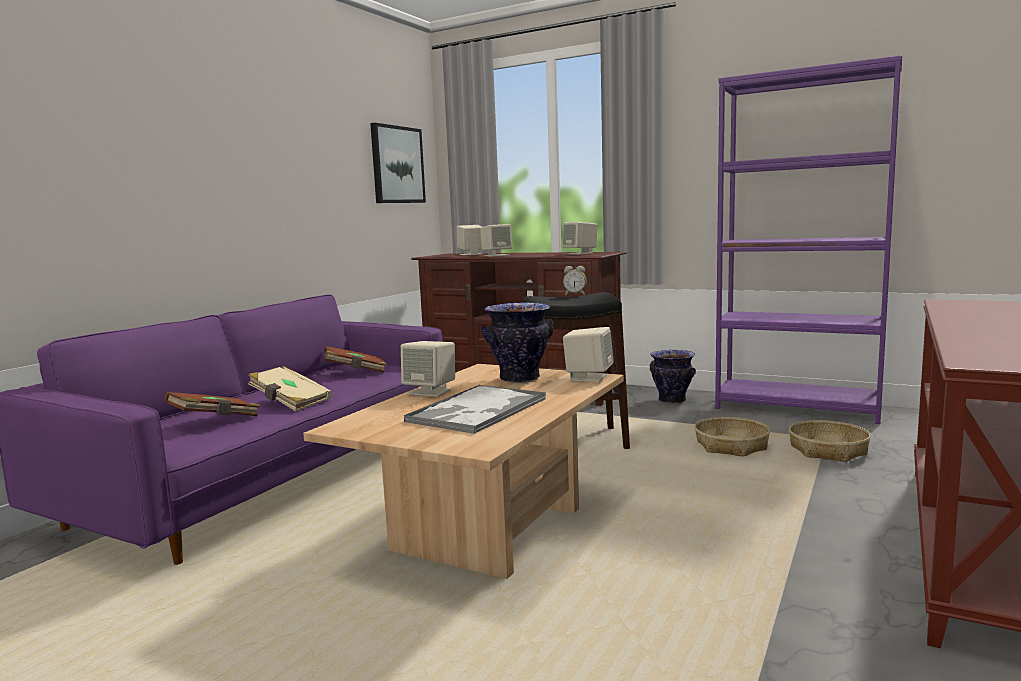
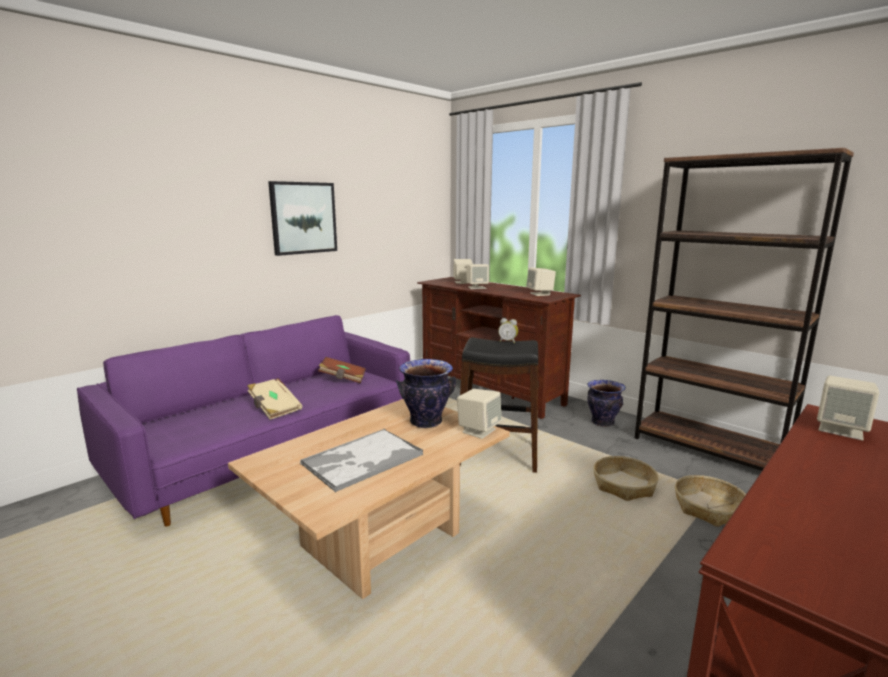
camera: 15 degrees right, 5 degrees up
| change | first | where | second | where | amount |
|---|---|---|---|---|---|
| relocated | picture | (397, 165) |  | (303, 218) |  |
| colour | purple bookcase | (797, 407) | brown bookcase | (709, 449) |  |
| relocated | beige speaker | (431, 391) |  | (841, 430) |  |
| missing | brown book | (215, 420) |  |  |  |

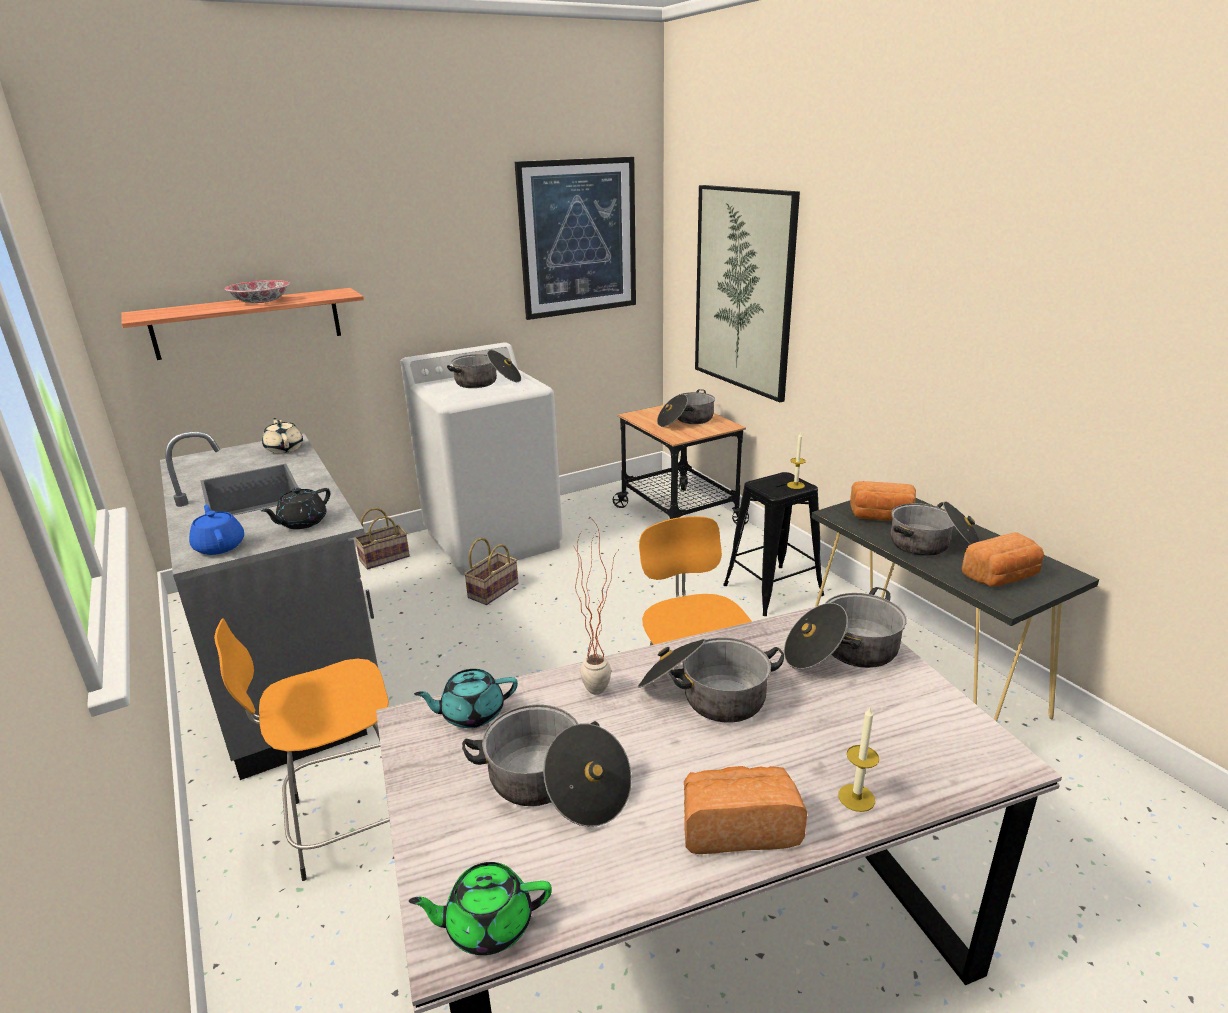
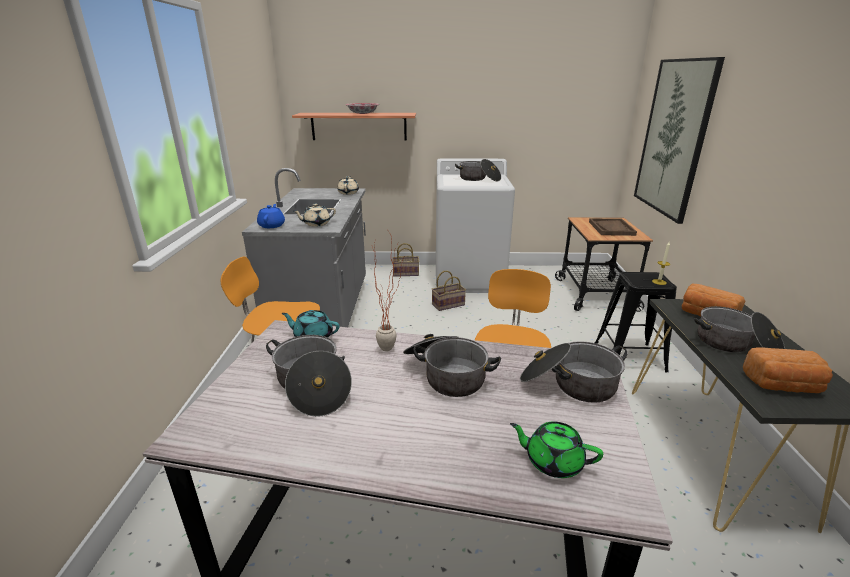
camera: 30 degrees right, 0 degrees up
| change | first | where | second | where | amount |
|---|---|---|---|---|---|
| colour | black teapot | (302, 522) | beige teapot | (316, 224) |  |
| relocated | green teapot | (487, 924) |  | (552, 461) |  |
| exchanged | cooking pot | (686, 420) | brown tray | (611, 228) |  |
| missing | picture | (578, 238) |  |  |  |
| missing | bread | (738, 827) |  |  |  |
| missing | candle | (856, 797) |  |  |  |

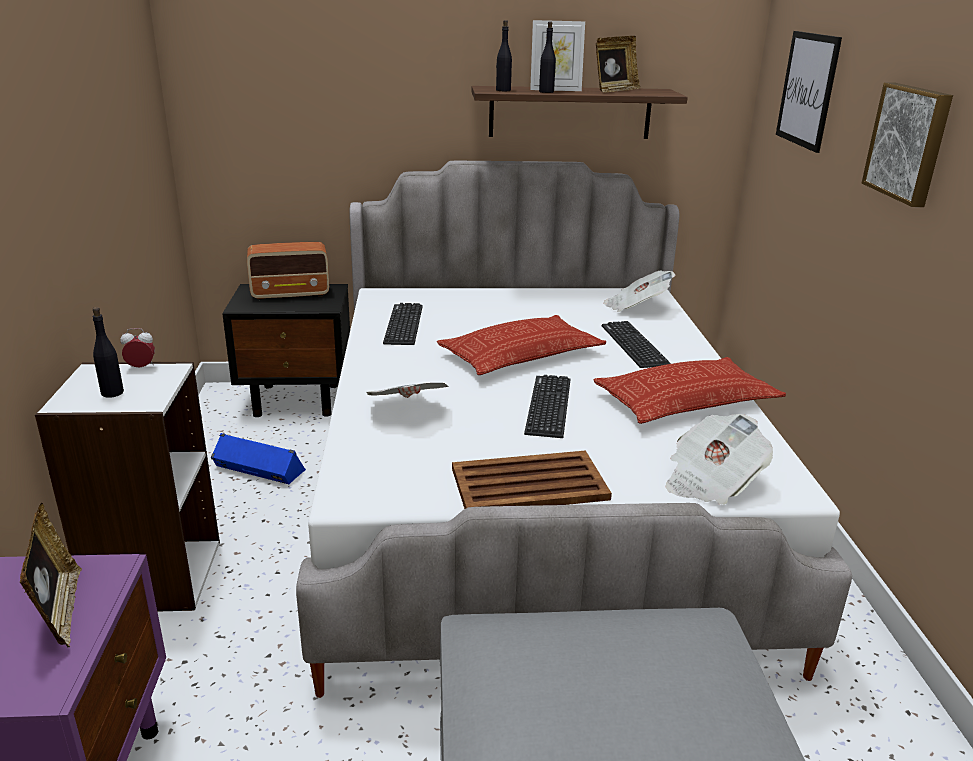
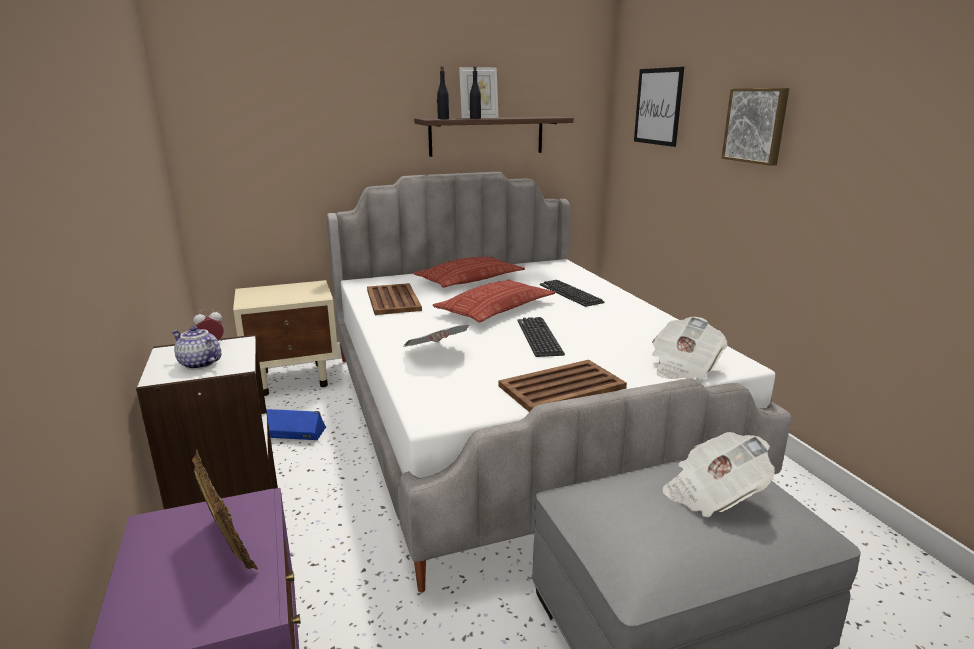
camera: 15 degrees left, 5 degrees down
| change | first | where | second | where | amount |
|---|---|---|---|---|---|
| exchanged | black bottle | (112, 393) | teapot | (198, 364) |  |
| colour | black nightstand | (298, 400) | beige nightstand | (295, 378) |  |
| exchanged | keyboard | (403, 325) | brown tray | (393, 300) |  |
| relocated | pillow | (686, 401) |  | (469, 279) |  |
| relocated | newspaper | (636, 307) |  | (712, 494) |  |
| missing | radio | (291, 294) |  |  |  |
| missing | picture frame | (614, 90) |  |  |  |

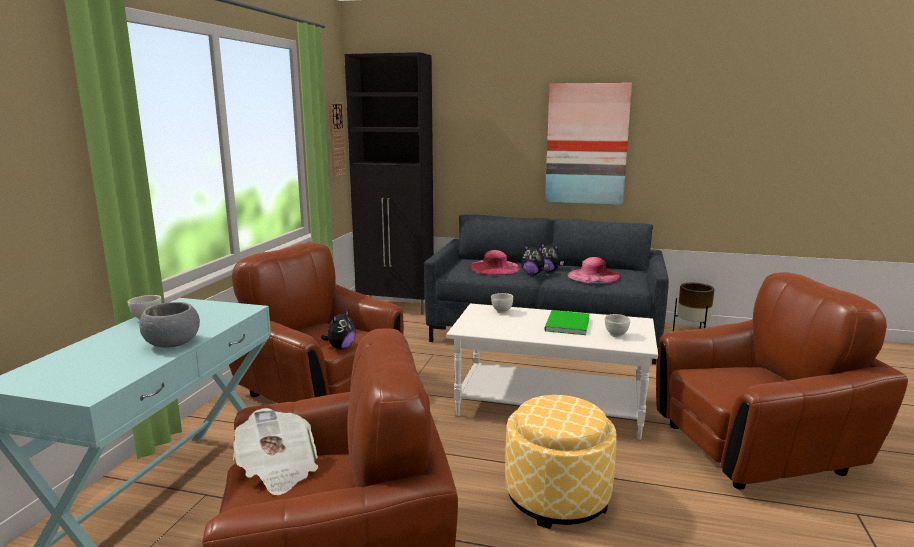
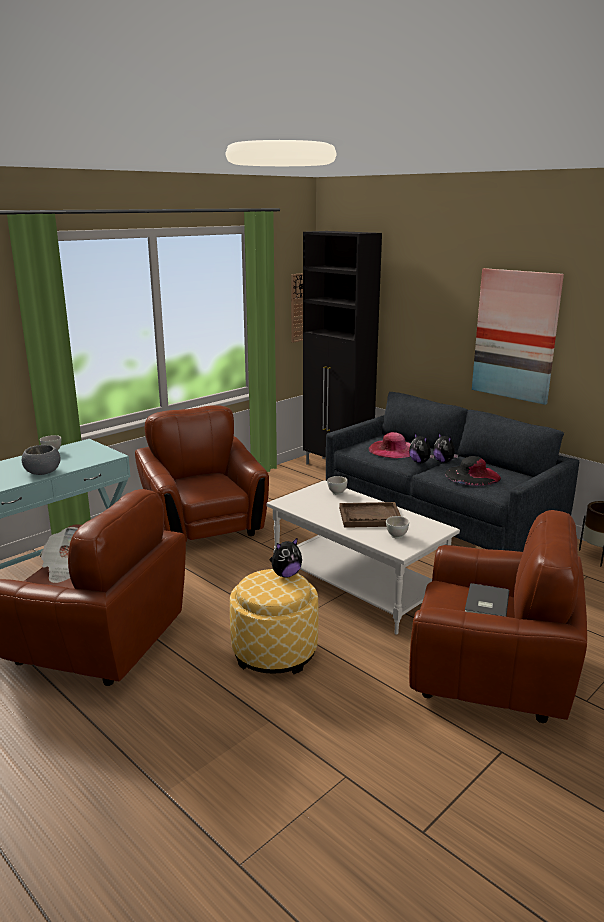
camera: 30 degrees right, 5 degrees up
| change | first | where | second | where | amount |
|---|---|---|---|---|---|
| relocated | plush toy | (340, 347) |  | (286, 574) |  |
| exchanged | green book | (566, 325) | brown tray | (370, 517) |  |
| colour | pink hat | (594, 276) | black hat | (472, 475) |  |
| appeared |  |  | grey book | (485, 604) |  |

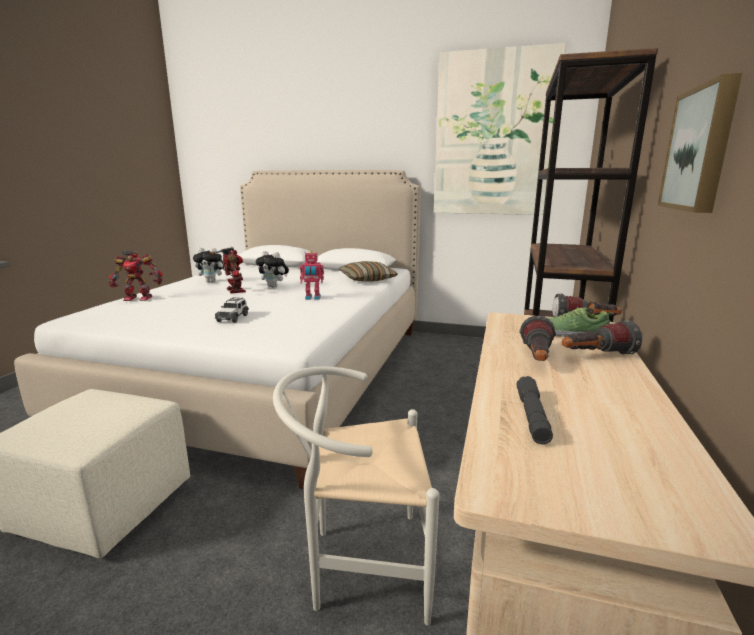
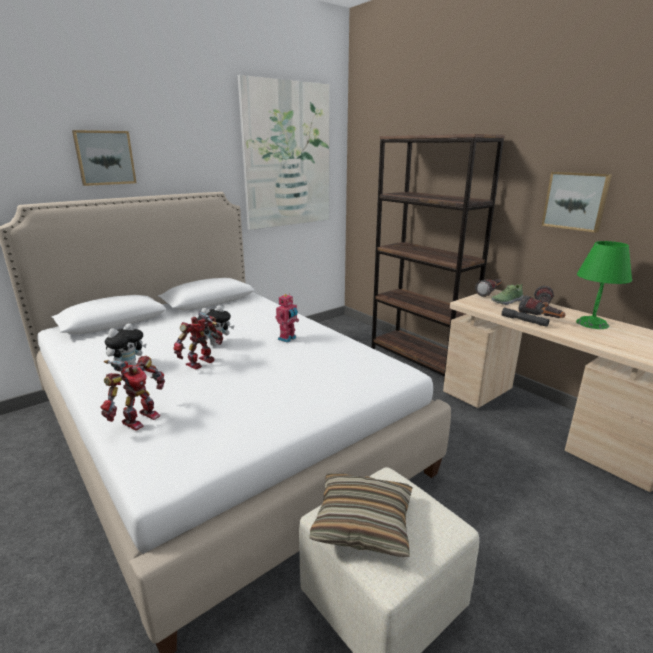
camera: 55 degrees left, 5 degrees up
| change | first | where | second | where | amount |
|---|---|---|---|---|---|
| appeared |  |  | picture | (105, 158) |  |
| spun | toy robot | (234, 291) |  | (202, 363) | 60 degrees counterclockwise |
| relocated | pillow | (367, 279) |  | (363, 523) |  |
| relocated | grey flashlight | (532, 417) |  | (524, 321) |  |
| appeared |  |  | green table lamp | (592, 323) |  |
| missing | toy car | (233, 318) |  |  |  |
| missing | white chair | (359, 565) |  |  |  |

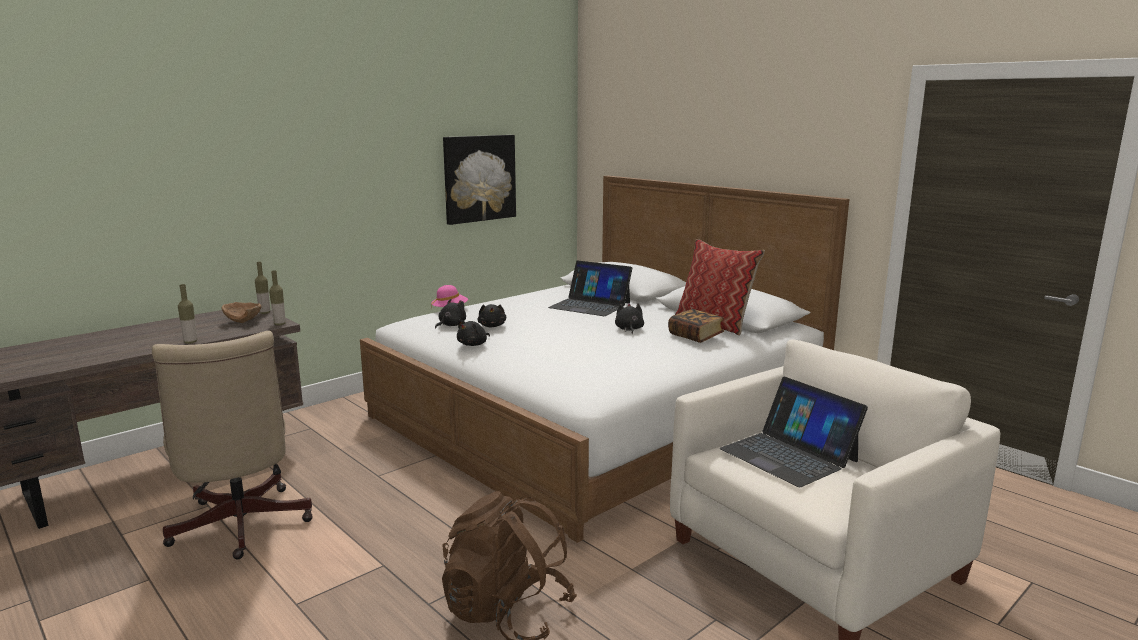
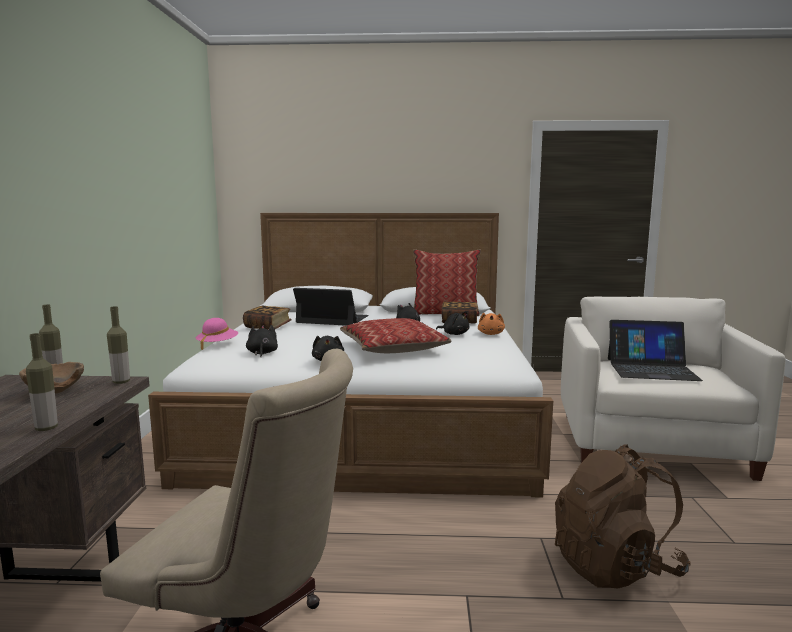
camera: 45 degrees left, 5 degrees down
| change | first | where | second | where | amount |
|---|---|---|---|---|---|
| appeared |  |  | book | (268, 327) |  |
| spun | laptop | (590, 305) |  | (332, 319) | 150 degrees counterclockwise |
| appeared |  |  | pillow | (393, 347) |  |
| relocated | black plush toy | (492, 326) |  | (454, 334) |  |
| appeared |  |  | orange plush toy | (491, 334) |  |
| missing | picture | (479, 178) |  |  |  |

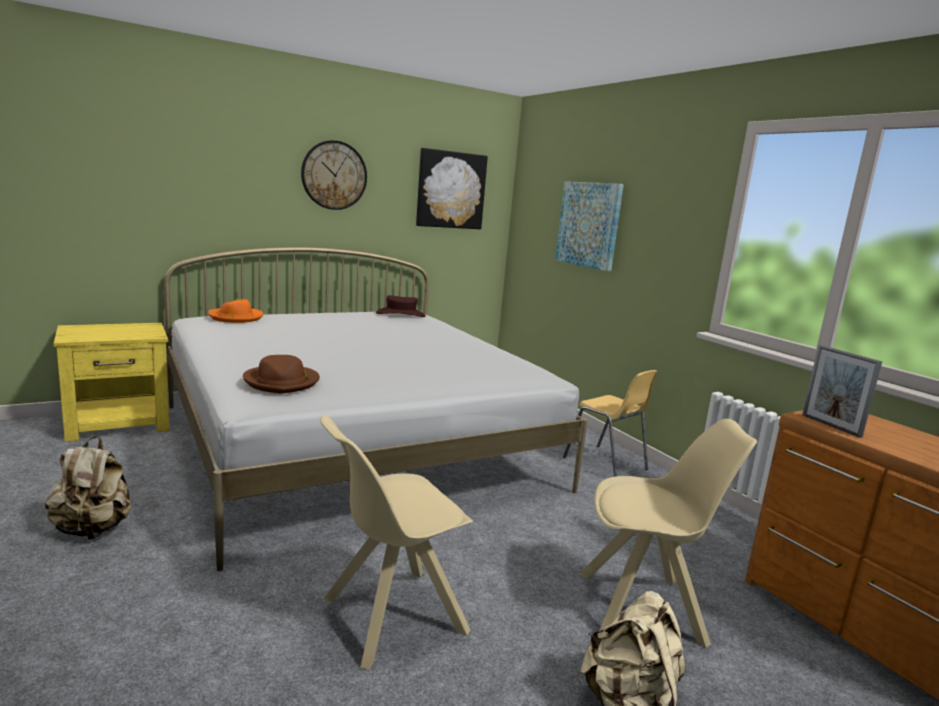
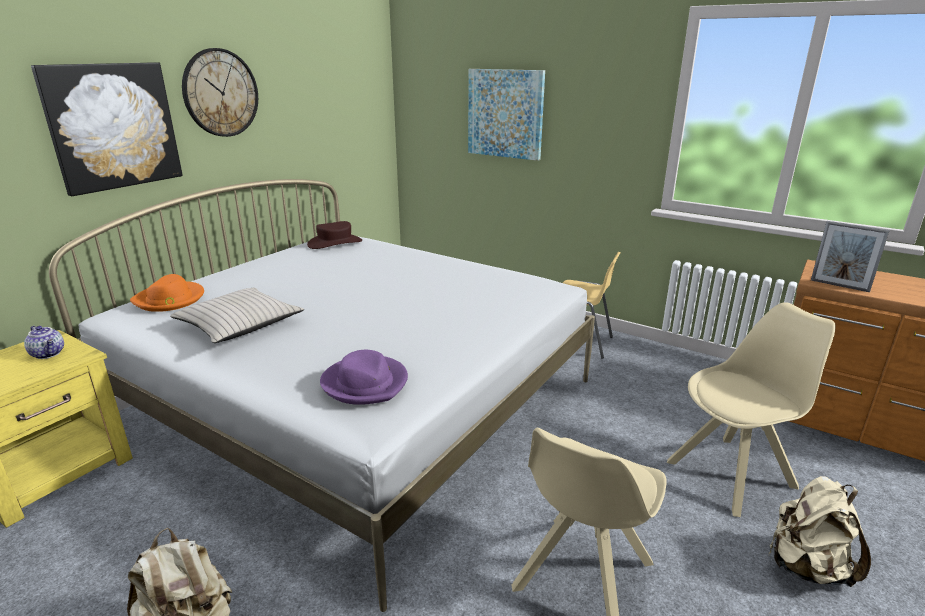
camera: 25 degrees left, 10 degrees up
| change | first | where | second | where | amount |
|---|---|---|---|---|---|
| appeared |  |  | teapot | (49, 354) |  |
| relocated | picture | (451, 190) |  | (113, 126) |  |
| appeared |  |  | beige pillow | (239, 325) |  |
| colour | brown hat | (282, 382) | purple hat | (365, 383) |  |

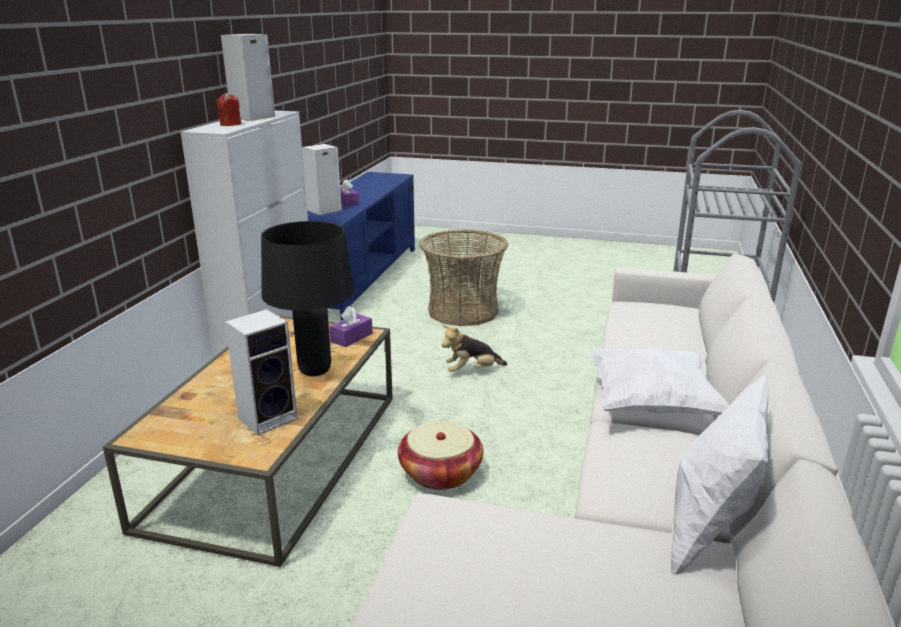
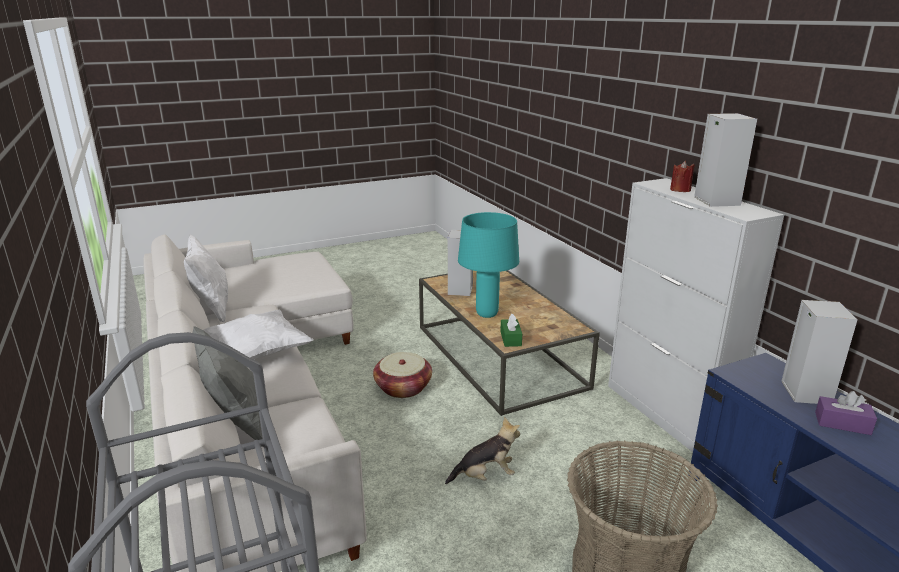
camera: 140 degrees right, 0 degrees up
| change | first | where | second | where | amount |
|---|---|---|---|---|---|
| appeared |  |  | grey pillow | (237, 427) |  |
| spun | plush toy | (472, 371) |  | (485, 476) | 45 degrees clockwise |
| colour | black table lamp | (315, 370) | turquoise table lamp | (487, 314) |  |
| colour | purple tissue box | (351, 337) | green tissue box | (510, 338) |  |

